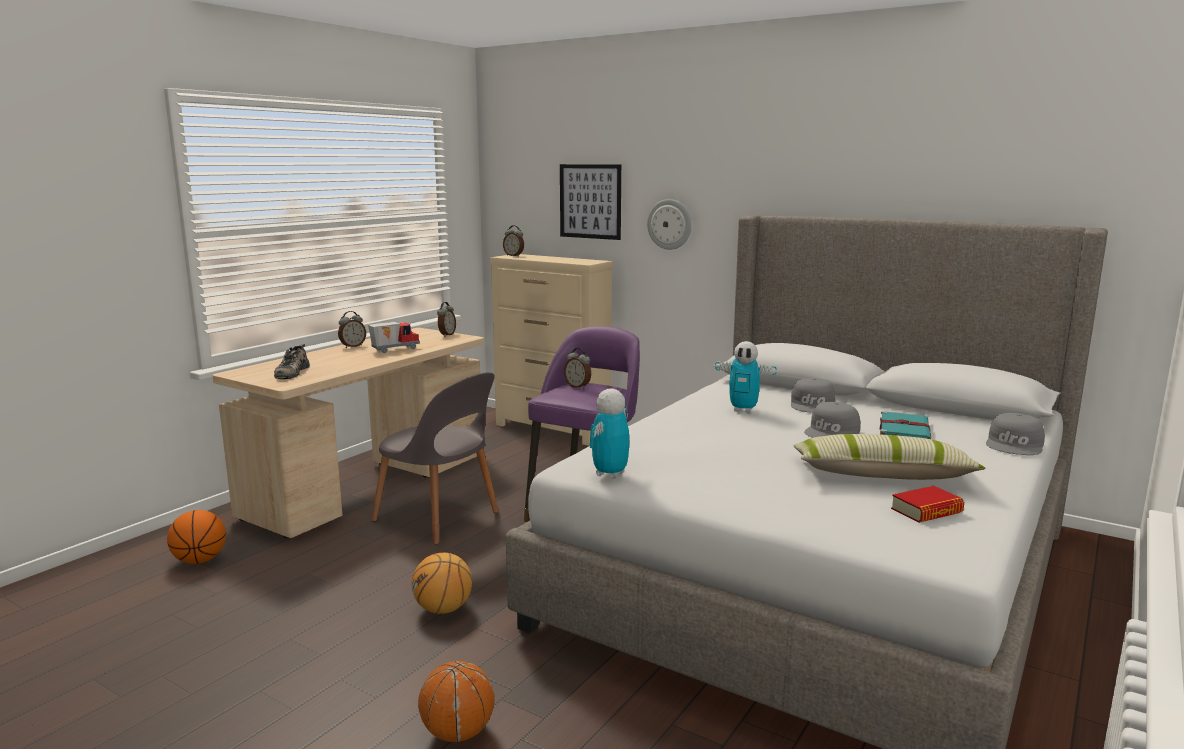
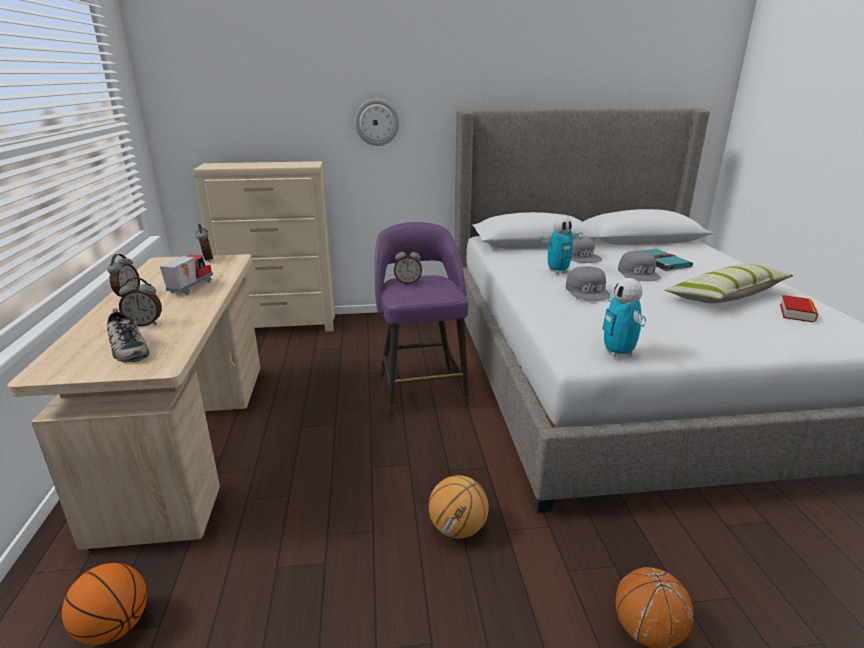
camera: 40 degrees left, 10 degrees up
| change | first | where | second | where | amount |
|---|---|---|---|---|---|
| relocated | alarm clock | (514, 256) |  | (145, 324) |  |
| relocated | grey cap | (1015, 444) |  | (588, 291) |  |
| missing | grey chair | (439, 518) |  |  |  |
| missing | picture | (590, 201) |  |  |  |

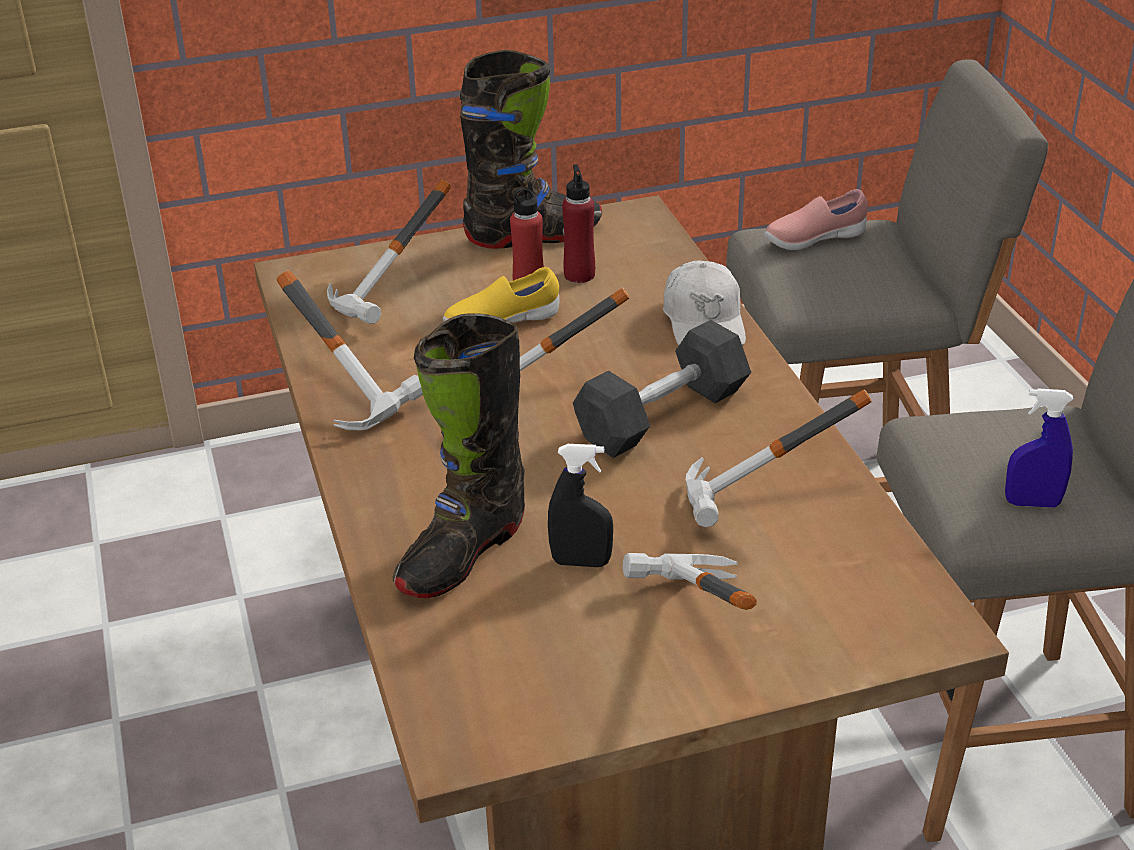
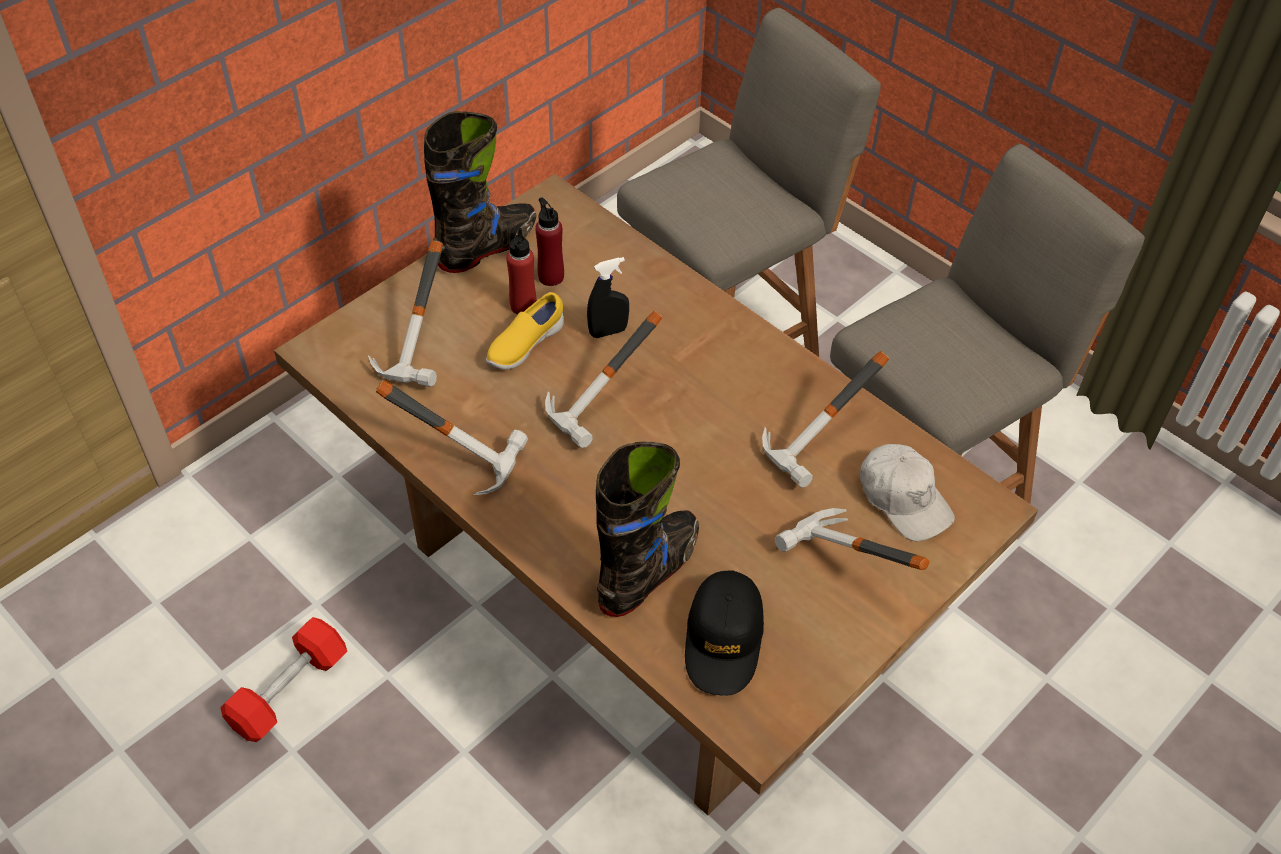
camera: 30 degrees left, 15 degrees up
| change | first | where | second | where | amount |
|---|---|---|---|---|---|
| appeared |  |  | red dumbbell | (289, 690) |  |
| relocated | black spray bottle | (581, 562) |  | (608, 331) |  |
| spun | black boot | (462, 553) |  | (648, 572) | 150 degrees counterclockwise |
| appeared |  |  | black cap | (724, 639) |  |
| relocated | white cap | (704, 321) |  | (904, 499) |  |
| missing | black dumbbell | (662, 415) |  |  |  |
| missing | pink shoe | (813, 239) |  |  |  |
| missing | blue spray bottle | (1032, 503) |  |  |  |

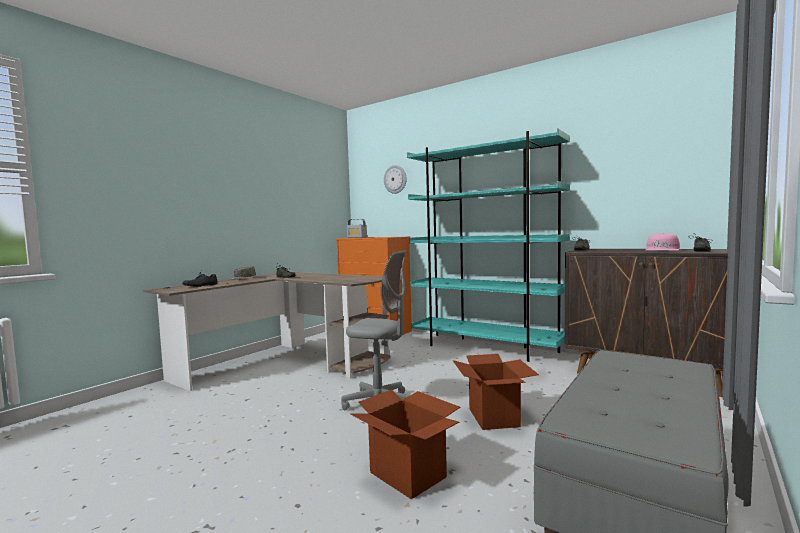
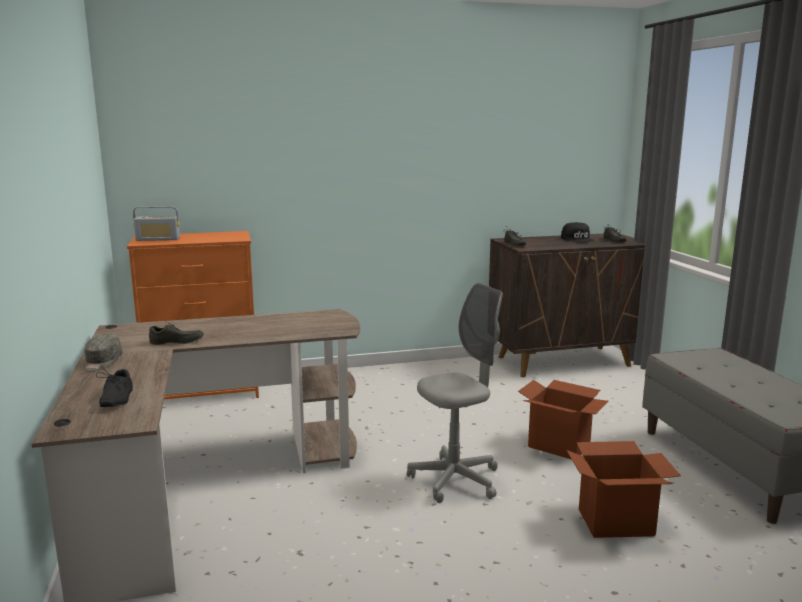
camera: 50 degrees left, 10 degrees up
| change | first | where | second | where | amount |
|---|---|---|---|---|---|
| colour | pink cap | (662, 250) | black cap | (577, 239) |  |
| missing | wall clock | (395, 179) |  |  |  |
| missing | turquoise bookcase | (485, 348) |  |  |  |

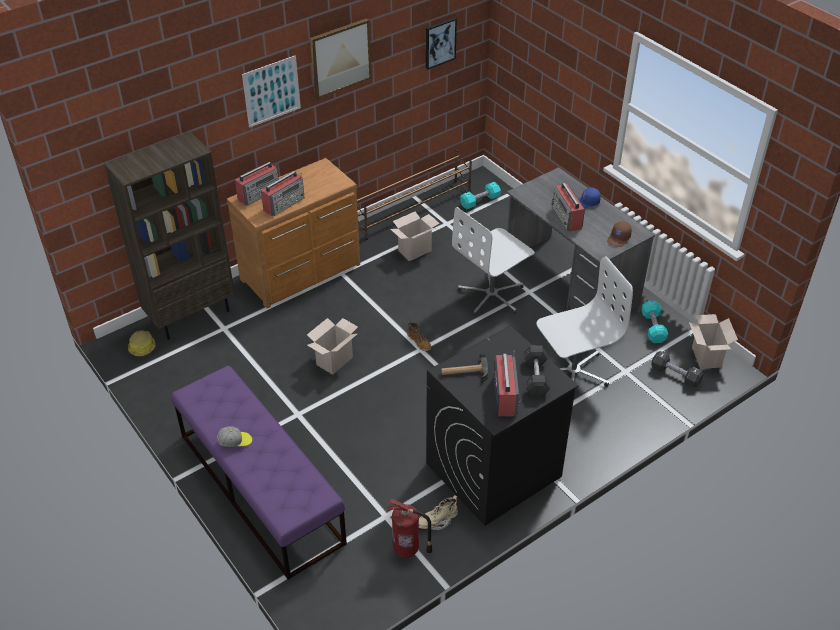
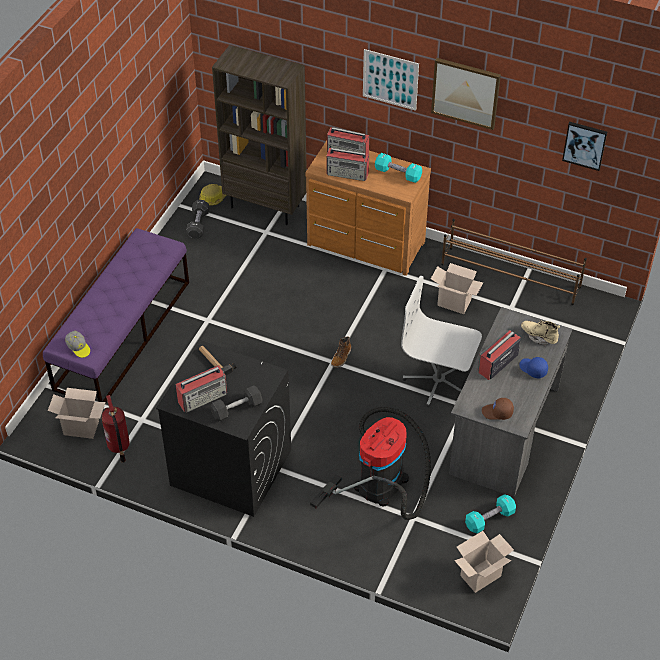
camera: 60 degrees right, 5 degrees up
| change | first | where | second | where | amount |
|---|---|---|---|---|---|
| relocated | cardboard box | (334, 360) |  | (82, 427) |  |
| relocated | cap | (235, 441) |  | (78, 348) |  |
| relocated | black dumbbell | (675, 375) |  | (198, 224) |  |
| exchanged | white office chair | (572, 372) | vacuum cleaner | (383, 478) |  |
| relocated | turquoise dumbbell | (480, 201) |  | (398, 174) |  |
| relocated | beige boot | (437, 521) |  | (539, 336) |  |

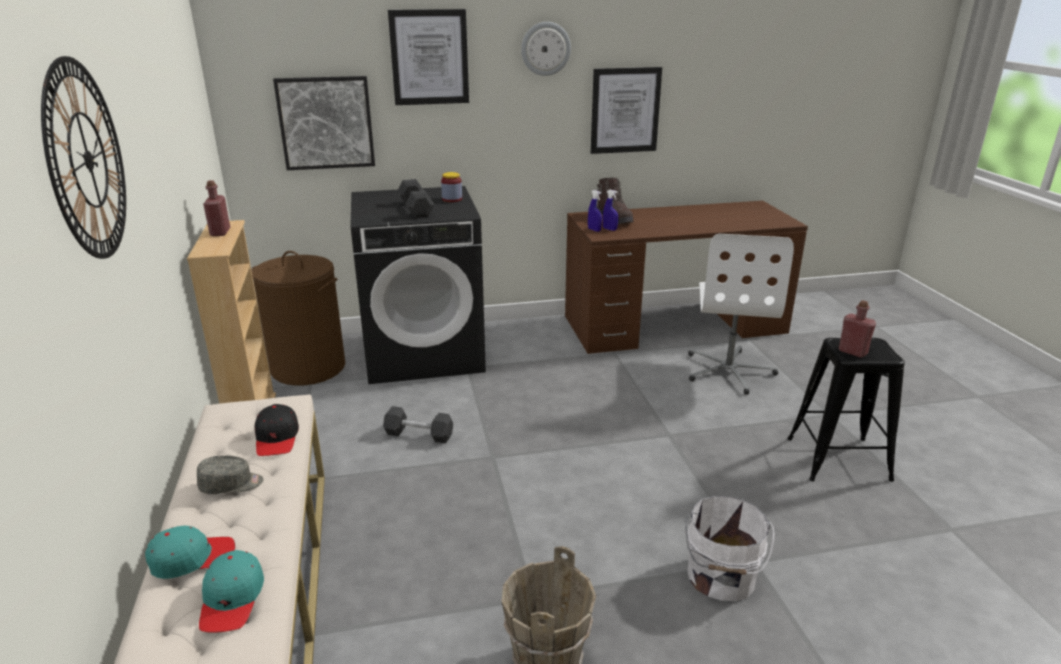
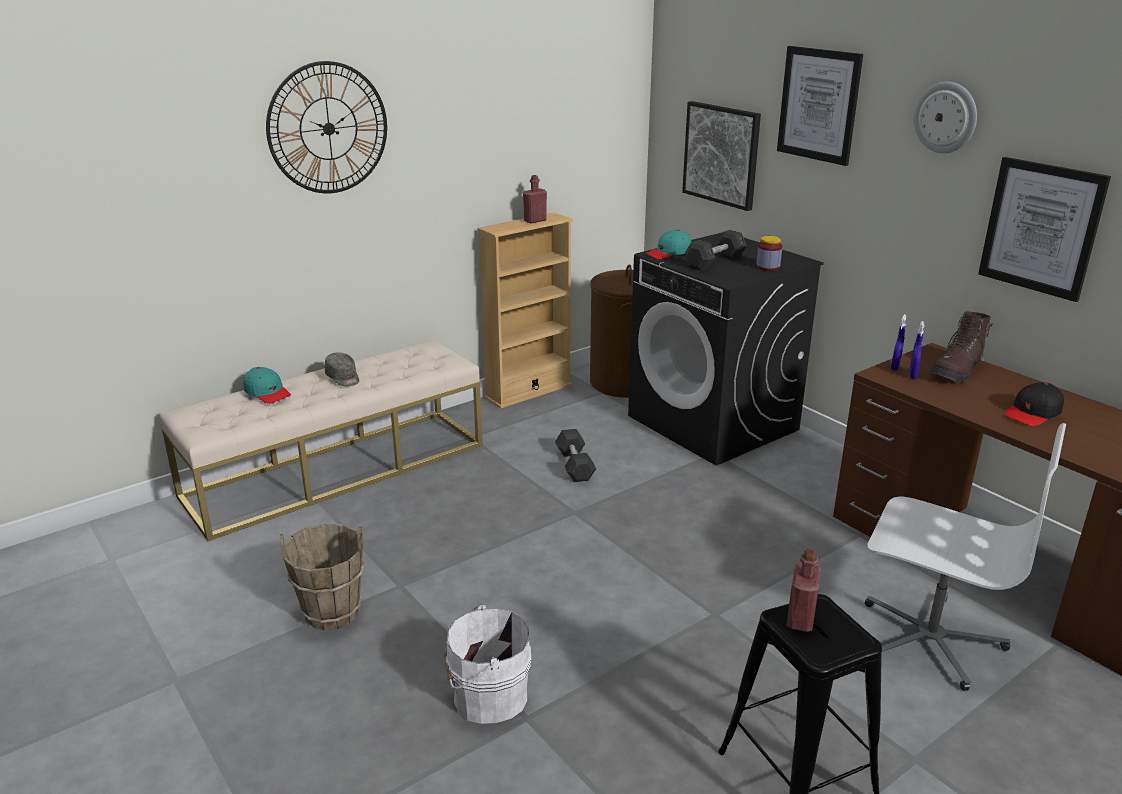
camera: 65 degrees right, 0 degrees up
| change | first | where | second | where | amount |
|---|---|---|---|---|---|
| relocated | turquoise cap | (232, 599) |  | (669, 253) |  |
| spun | white office chair | (729, 370) |  | (929, 638) | 135 degrees counterclockwise |
| relocated | black cap | (277, 438) |  | (1032, 413) |  |

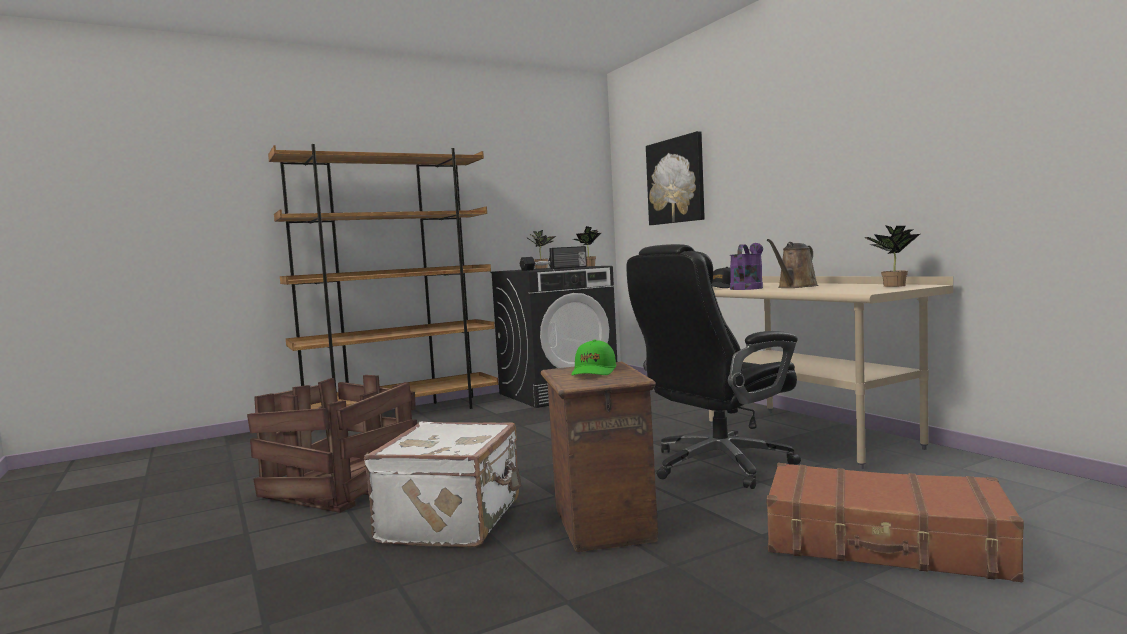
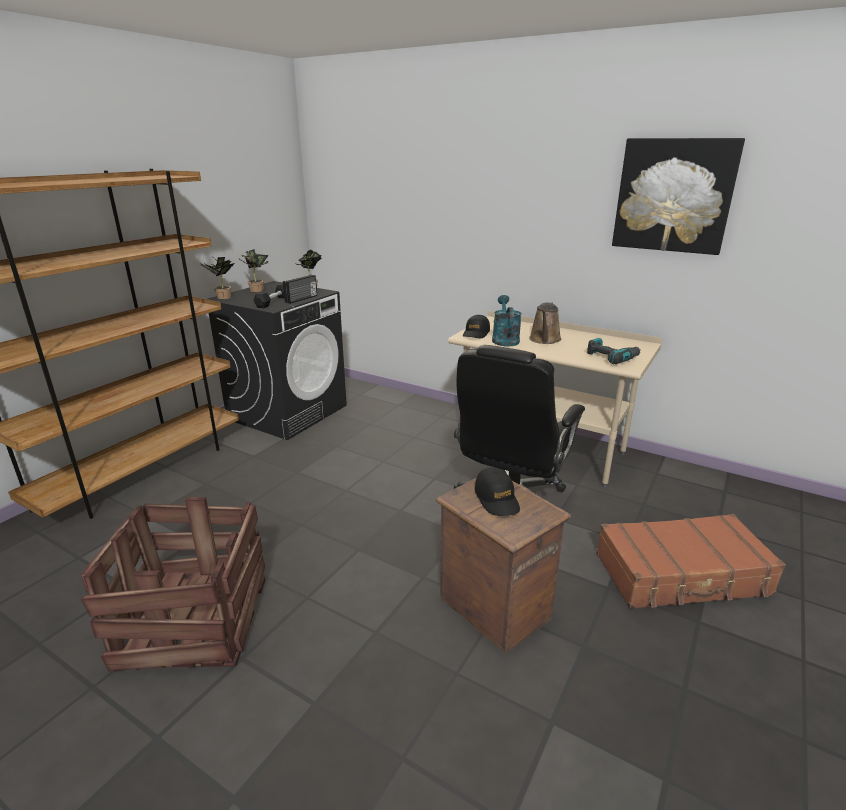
camera: 30 degrees left, 20 degrees up
| change | first | where | second | where | amount |
|---|---|---|---|---|---|
| relocated | potted plant | (891, 286) |  | (222, 297) |  |
| colour | green cap | (594, 371) | black cap | (497, 499) |  |
| colour | purple watering can | (747, 288) | turquoise watering can | (504, 339) |  |
| appeared |  |  | power drill | (612, 357) |  |
| relocated | picture | (676, 181) |  | (673, 196) |  |
| missing | white suitcase | (454, 521) |  |  |  |

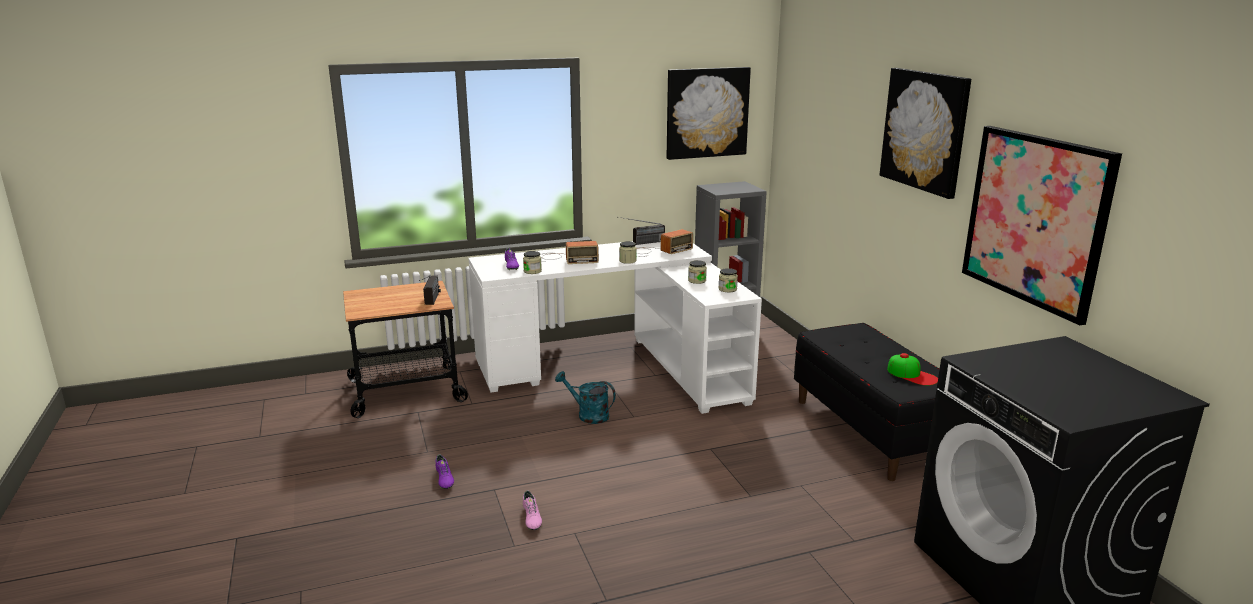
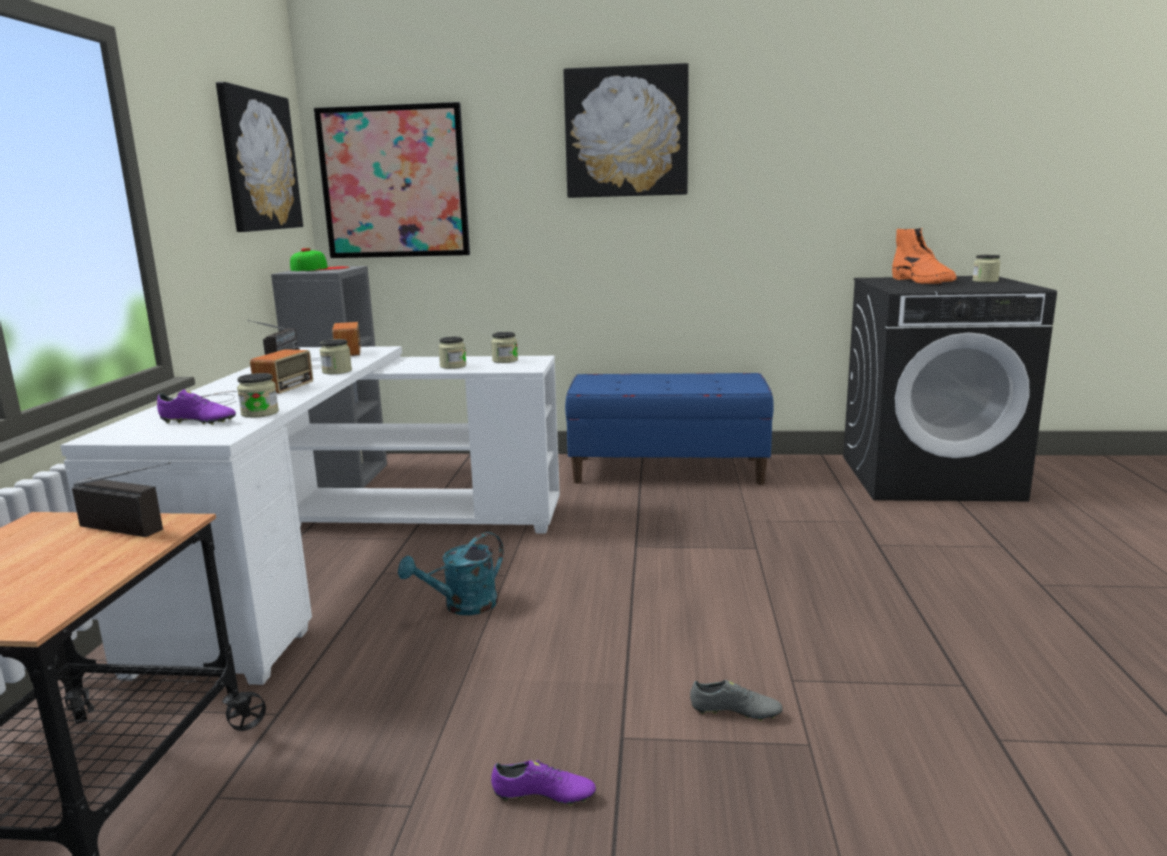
camera: 65 degrees left, 5 degrees down
| change | first | where | second | where | amount |
|---|---|---|---|---|---|
| relocated | cap | (912, 375) |  | (320, 269) |  |
| relocated | picture | (1035, 220) |  | (394, 182) |  |
| colour | black bench | (871, 432) | blue bench | (668, 470) |  |
| colour | pink shoe | (531, 518) | grey shoe | (735, 712) |  |
| appeared |  |  | orange boot | (922, 282) |  |
| appeared |  |  | jar | (985, 281) |  |

